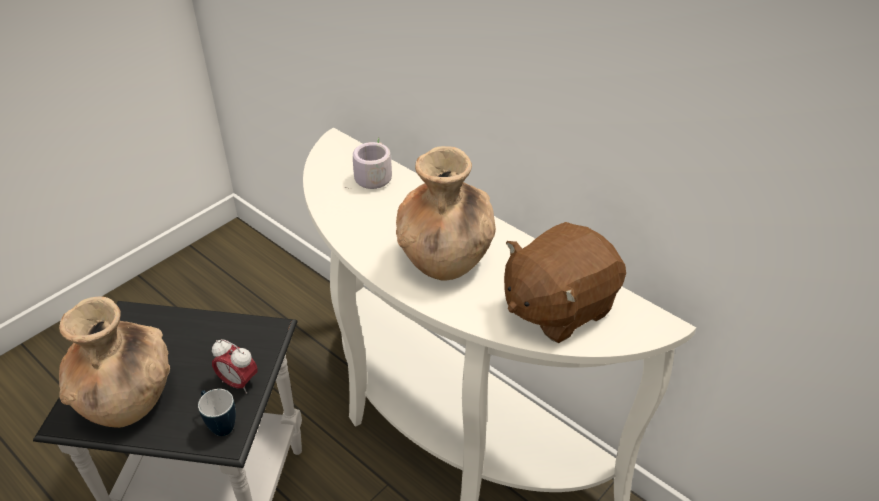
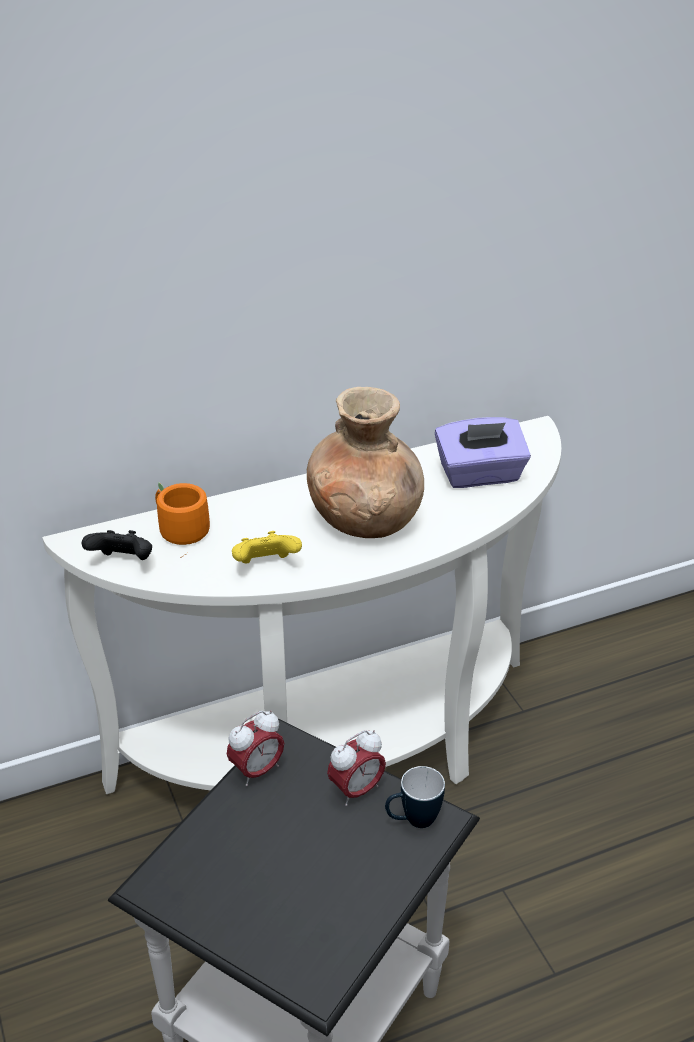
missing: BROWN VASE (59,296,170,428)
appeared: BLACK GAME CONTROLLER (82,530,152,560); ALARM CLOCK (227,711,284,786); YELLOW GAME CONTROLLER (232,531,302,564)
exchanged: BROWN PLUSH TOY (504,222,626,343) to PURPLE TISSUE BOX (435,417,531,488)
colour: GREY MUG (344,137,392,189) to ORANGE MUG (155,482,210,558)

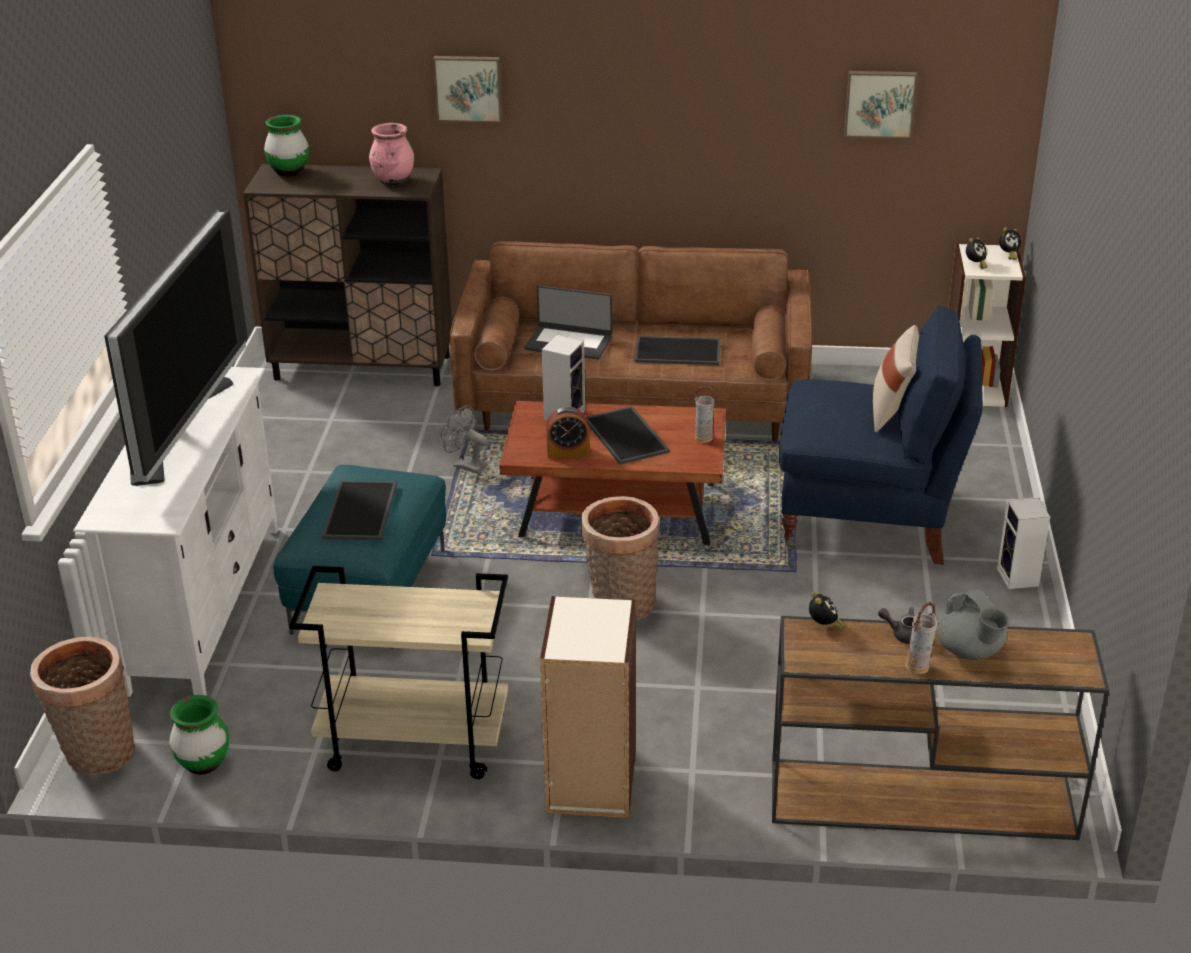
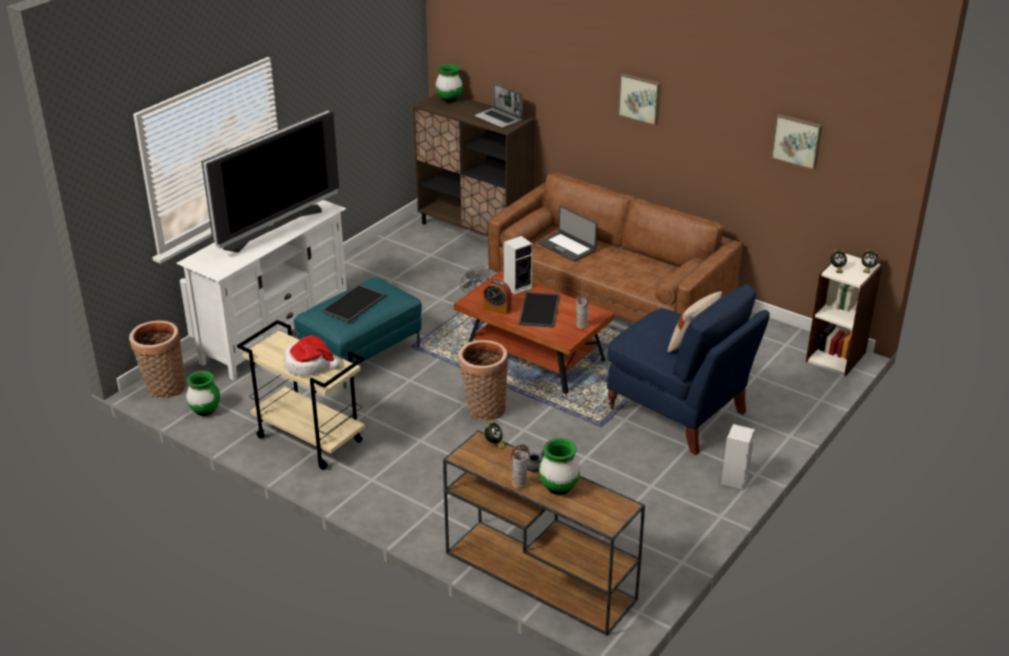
missing: BOOKCASE (540,596,636,818); TRAY (634,336,721,365)
appeared: HAT (284,335,341,376)
relocated: PICTURE (433,56,502,123) to (618,73,661,126)
exchanged: PINK VASE (369,123,414,185) to LAPTOP (474,83,523,128); GREY TEAPOT (937,590,1010,660) to GREEN VASE (539,438,580,495)

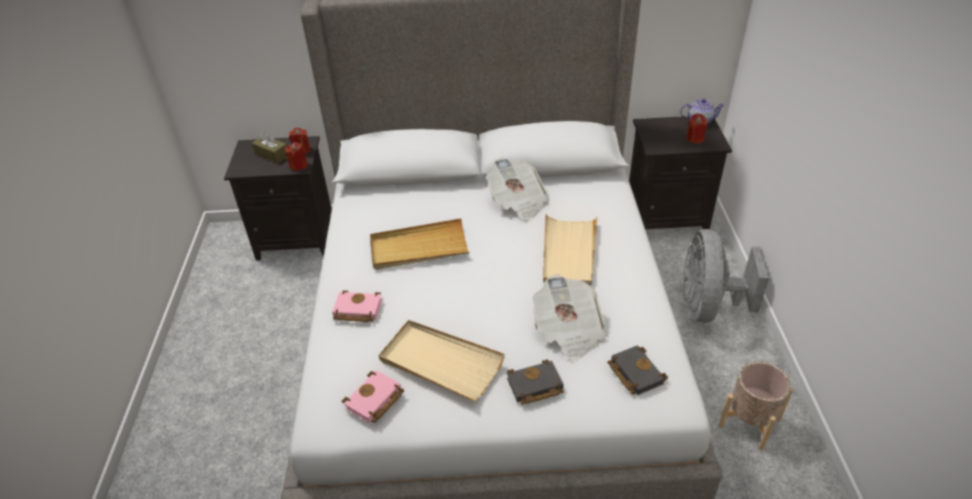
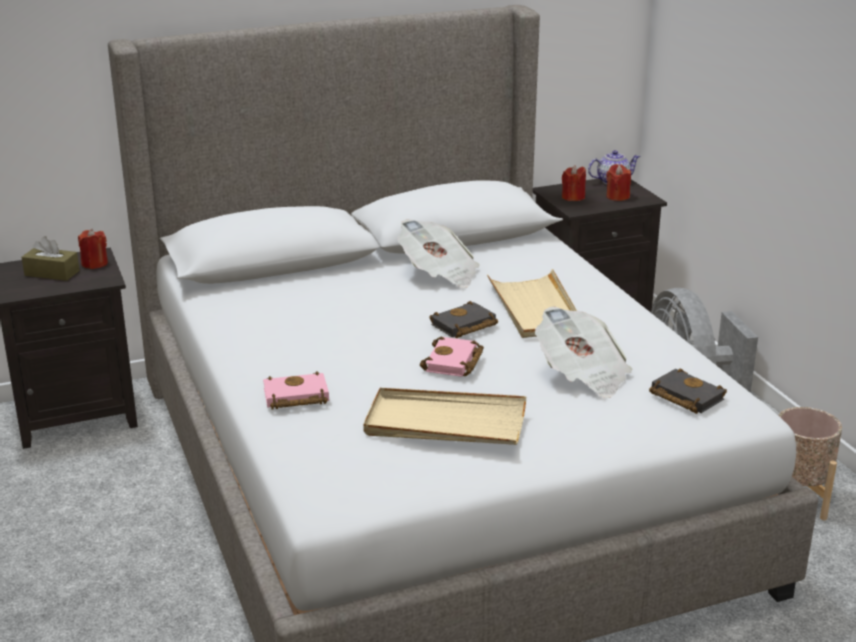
missing: BEIGE TRAY (370,218,469,270)
relocated: PINK BOOK (342,370,404,423) to (420,336,484,377); BLACK BOOK (507,359,564,405) to (429,301,498,338); RED CANDLE (285,142,308,171) to (562,165,586,201)

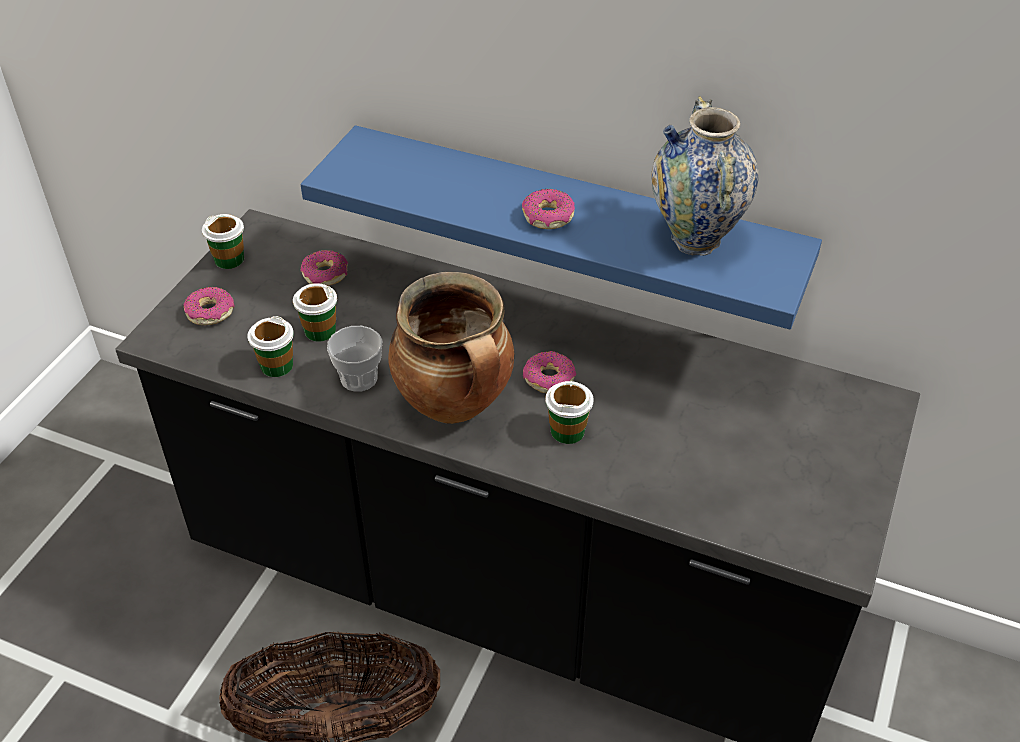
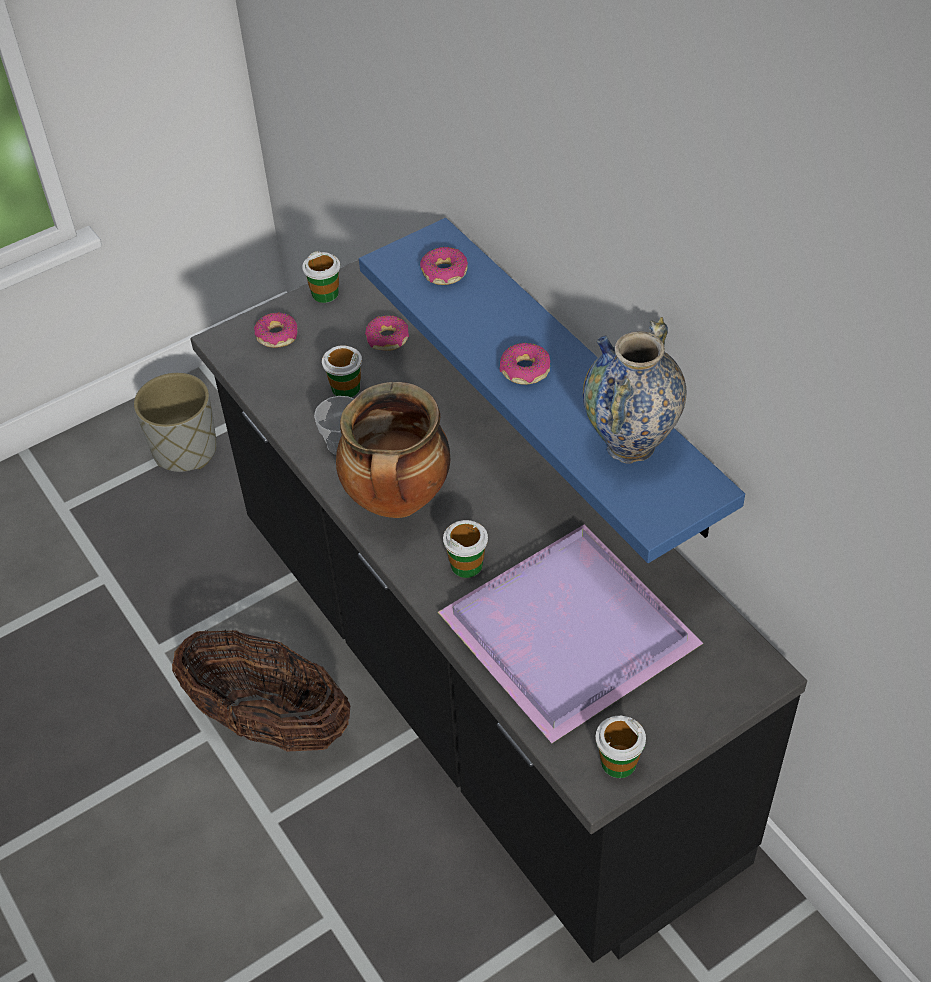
appeared: GREY PLANTER (134,373,217,472); PURPLE TRAY (438,525,704,743)
relocated: DONUT (523,351,576,393) to (420,247,468,285); CUP (247,316,294,377) to (595,716,646,778)

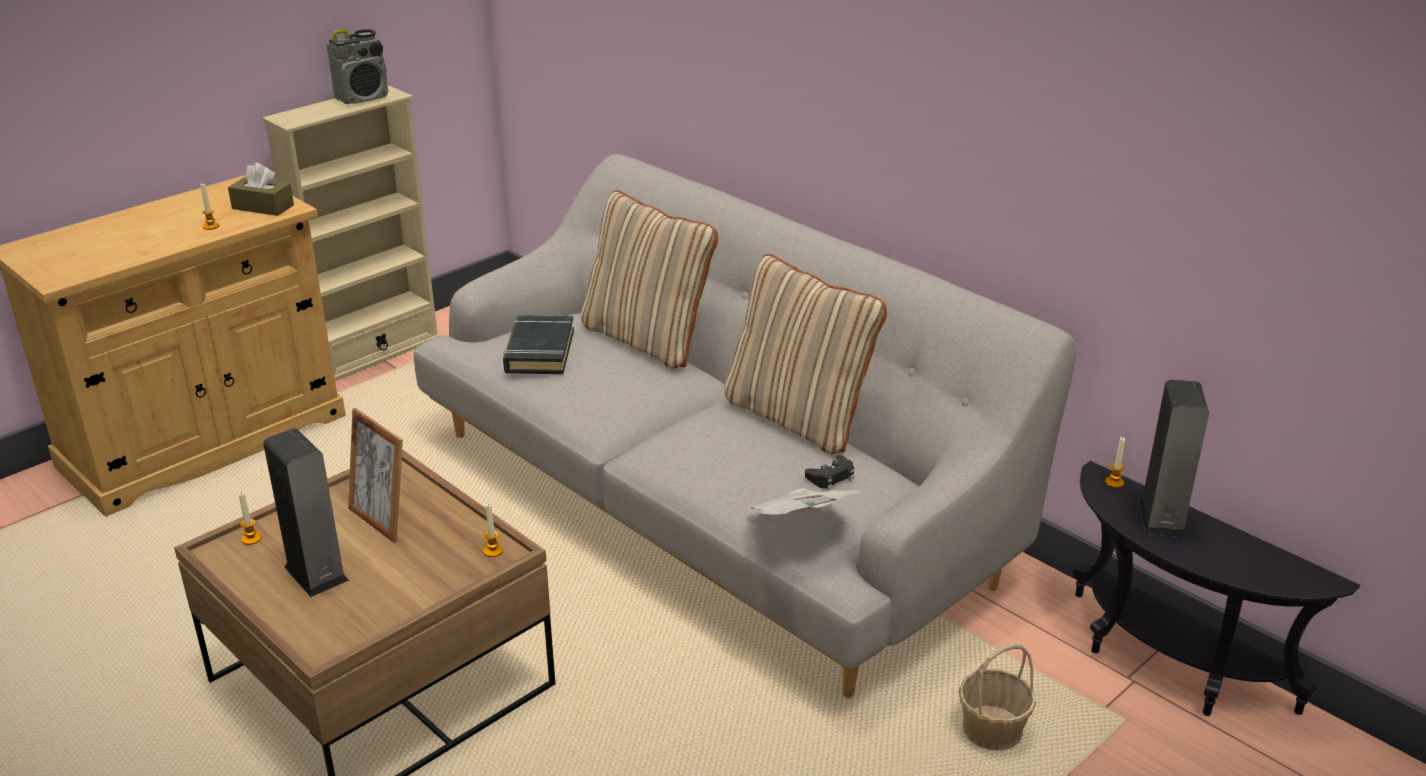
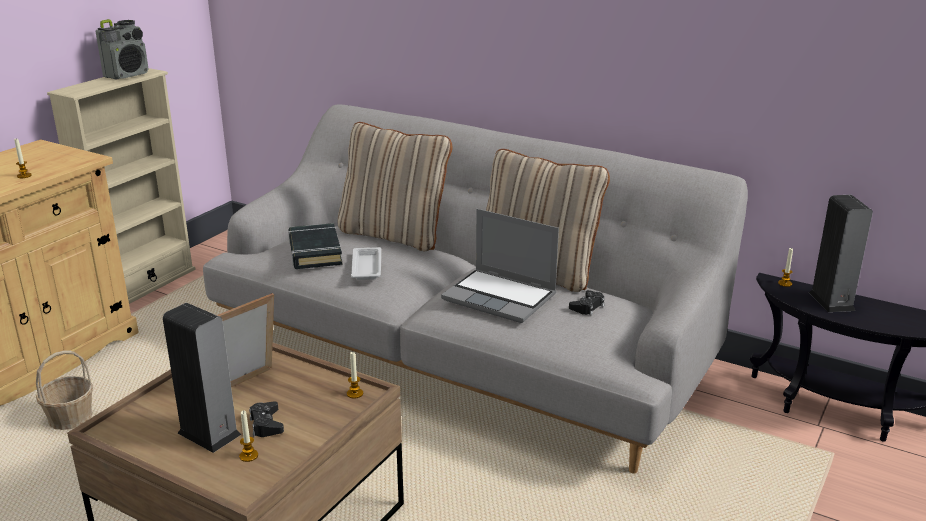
missing: BROWN TISSUE BOX (228,163,294,216); NEWSPAPER (747,488,861,515)
appeared: BLACK GAME CONTROLLER (249,401,284,437); WHITE TRAY (351,247,381,280); LAPTOP (441,209,559,323)
relocated: BASKET (959,643,1036,751) to (36,350,93,430); CANDLE (239,492,261,545) to (239,411,258,462)
spun: PICTURE FRAME (348,408,403,543) = (217,293,274,387) 105 degrees clockwise

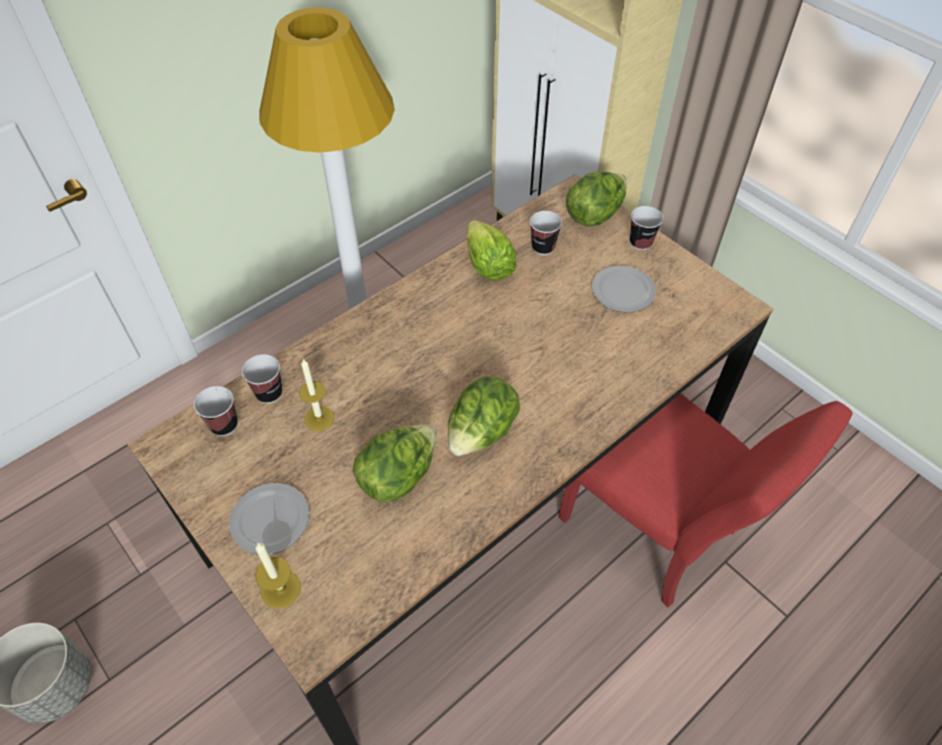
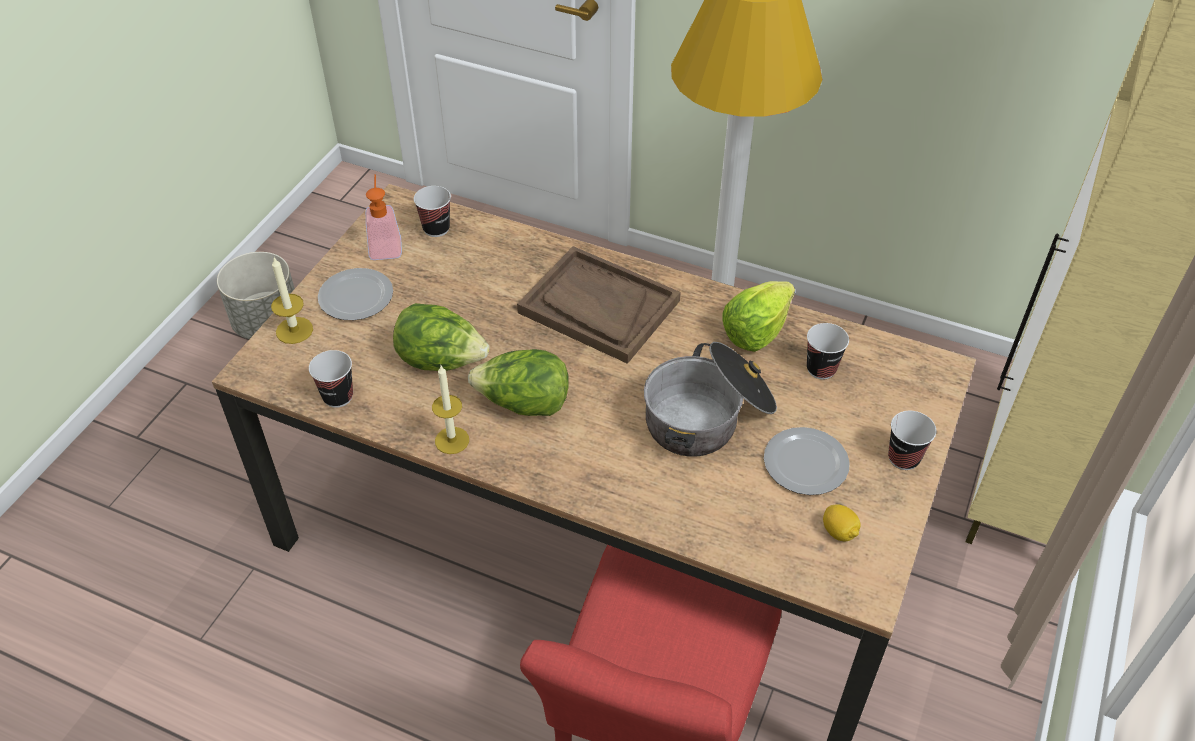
missing: LETTUCE (566,172,627,226)
appeared: SOAP DISPENSER (366,174,402,260); BROWN TRAY (517,246,681,364); COOKING POT (644,342,777,457); LEMON (823,504,861,541)
relocated: CUP (242,354,282,404) to (309,350,353,408); CANDLE (299,359,334,431) to (432,366,469,454)

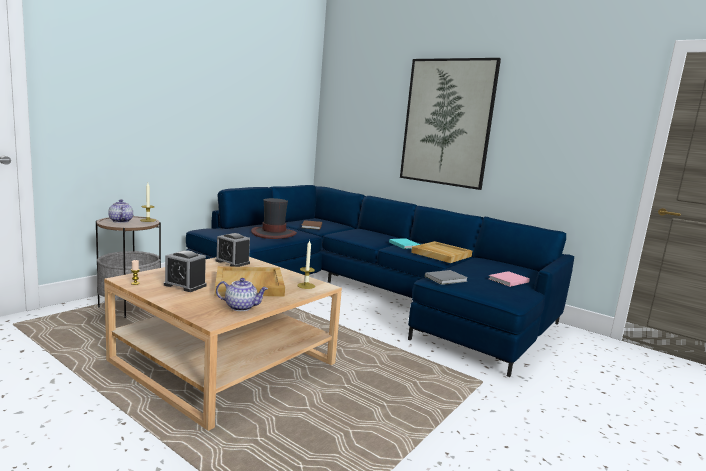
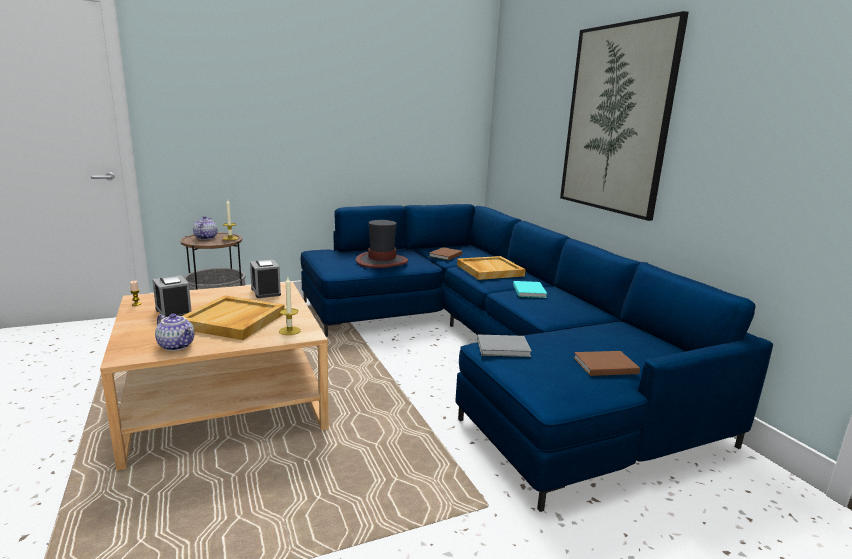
relocated: BEIGE TRAY (411,241,472,263) to (457,256,526,280)
colour: PINK BOOK (489,271,530,287) to BROWN BOOK (573,351,640,376)

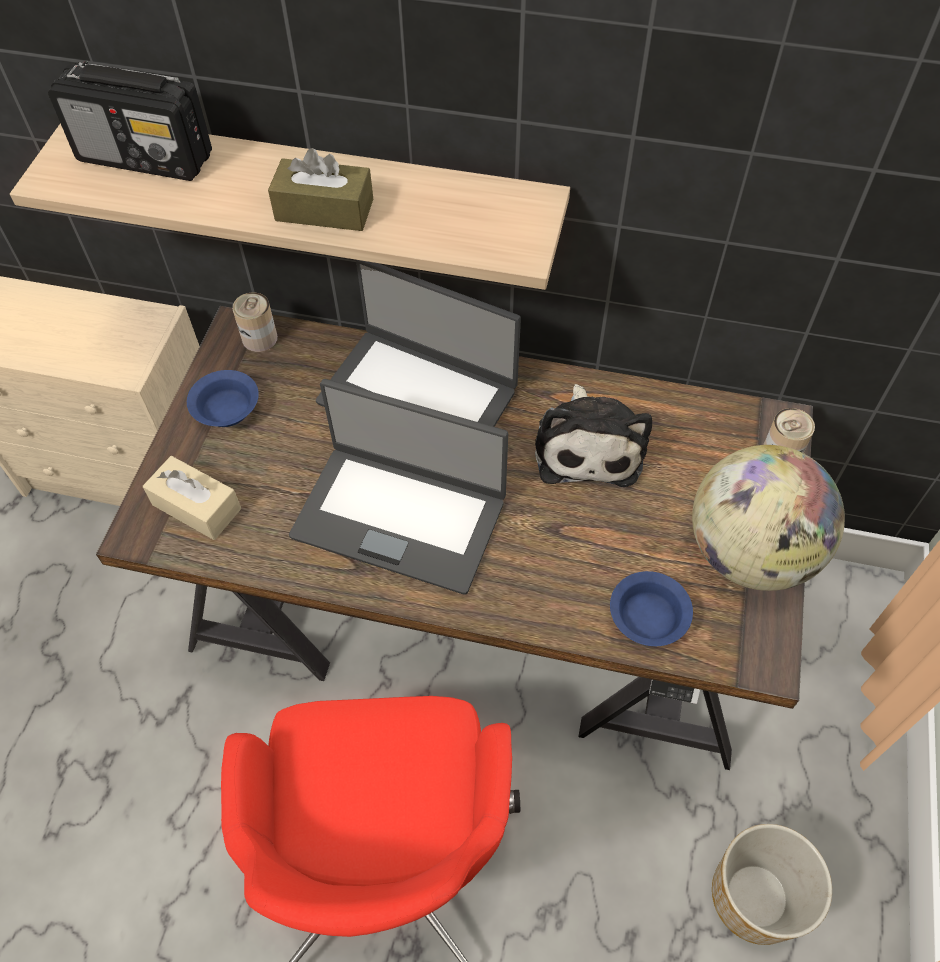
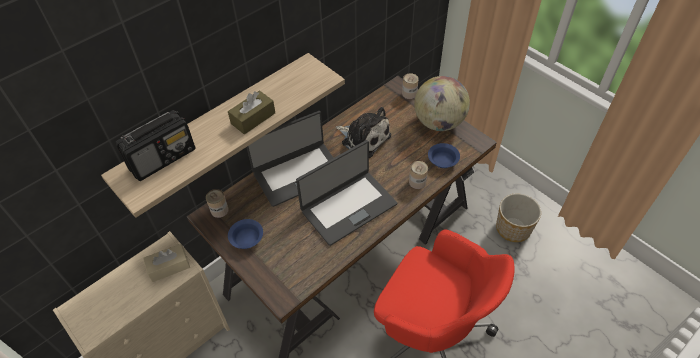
appeared: CAN (409,161,428,189)
relocated: BEIGE TISSUE BOX (143,456,241,540) to (143,244,190,282)

